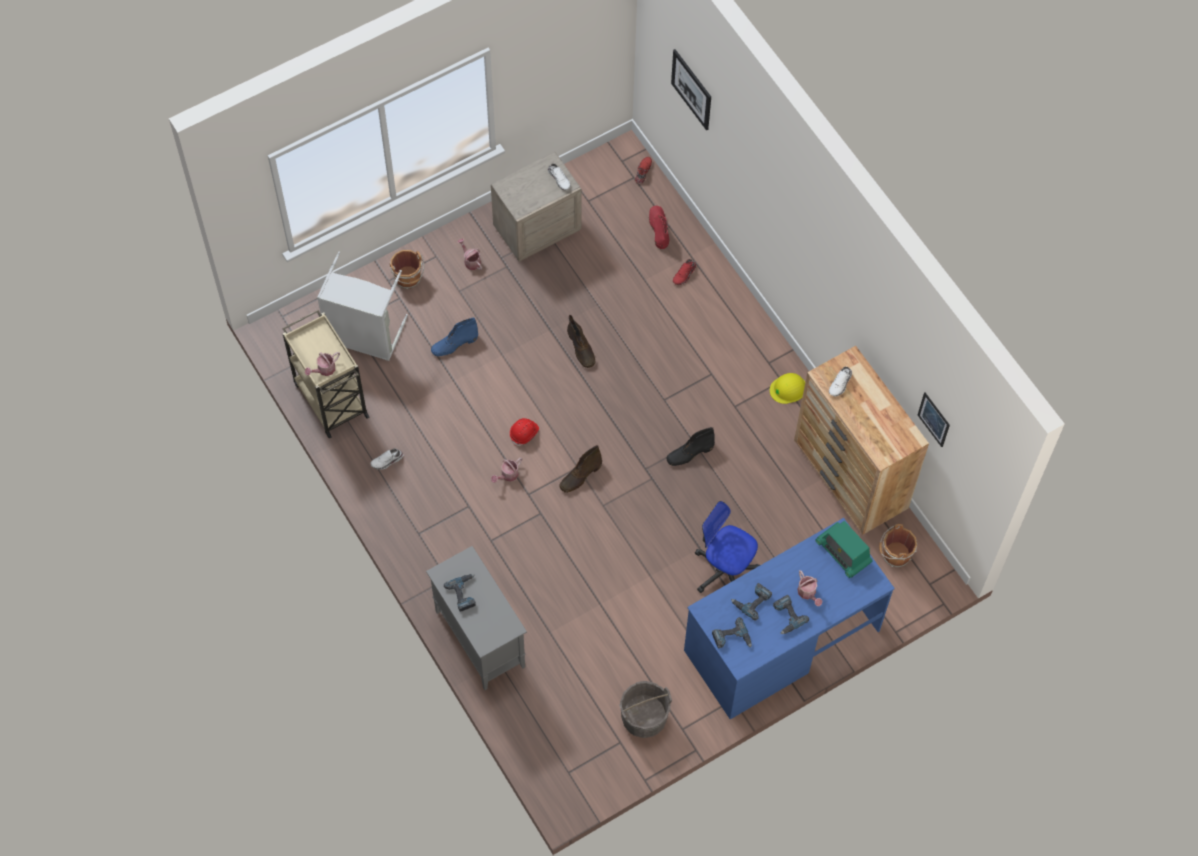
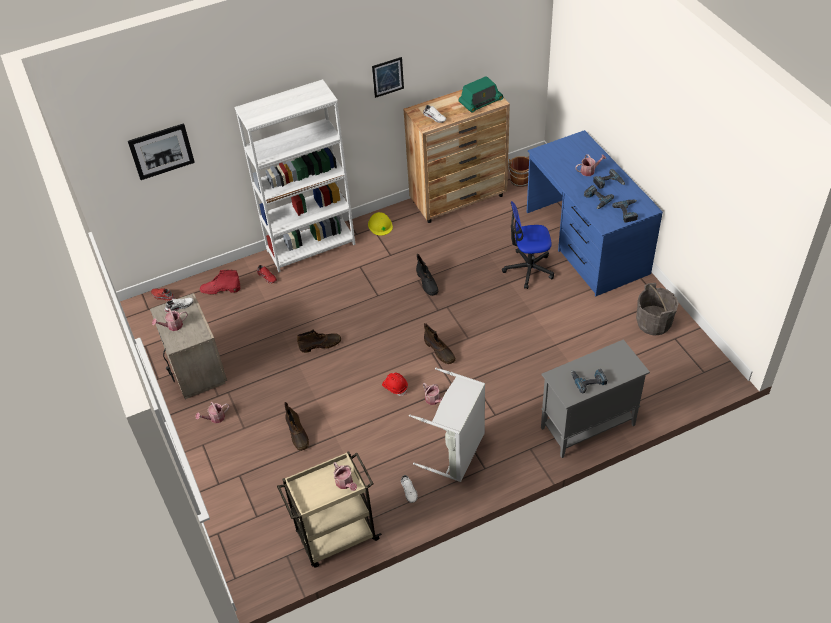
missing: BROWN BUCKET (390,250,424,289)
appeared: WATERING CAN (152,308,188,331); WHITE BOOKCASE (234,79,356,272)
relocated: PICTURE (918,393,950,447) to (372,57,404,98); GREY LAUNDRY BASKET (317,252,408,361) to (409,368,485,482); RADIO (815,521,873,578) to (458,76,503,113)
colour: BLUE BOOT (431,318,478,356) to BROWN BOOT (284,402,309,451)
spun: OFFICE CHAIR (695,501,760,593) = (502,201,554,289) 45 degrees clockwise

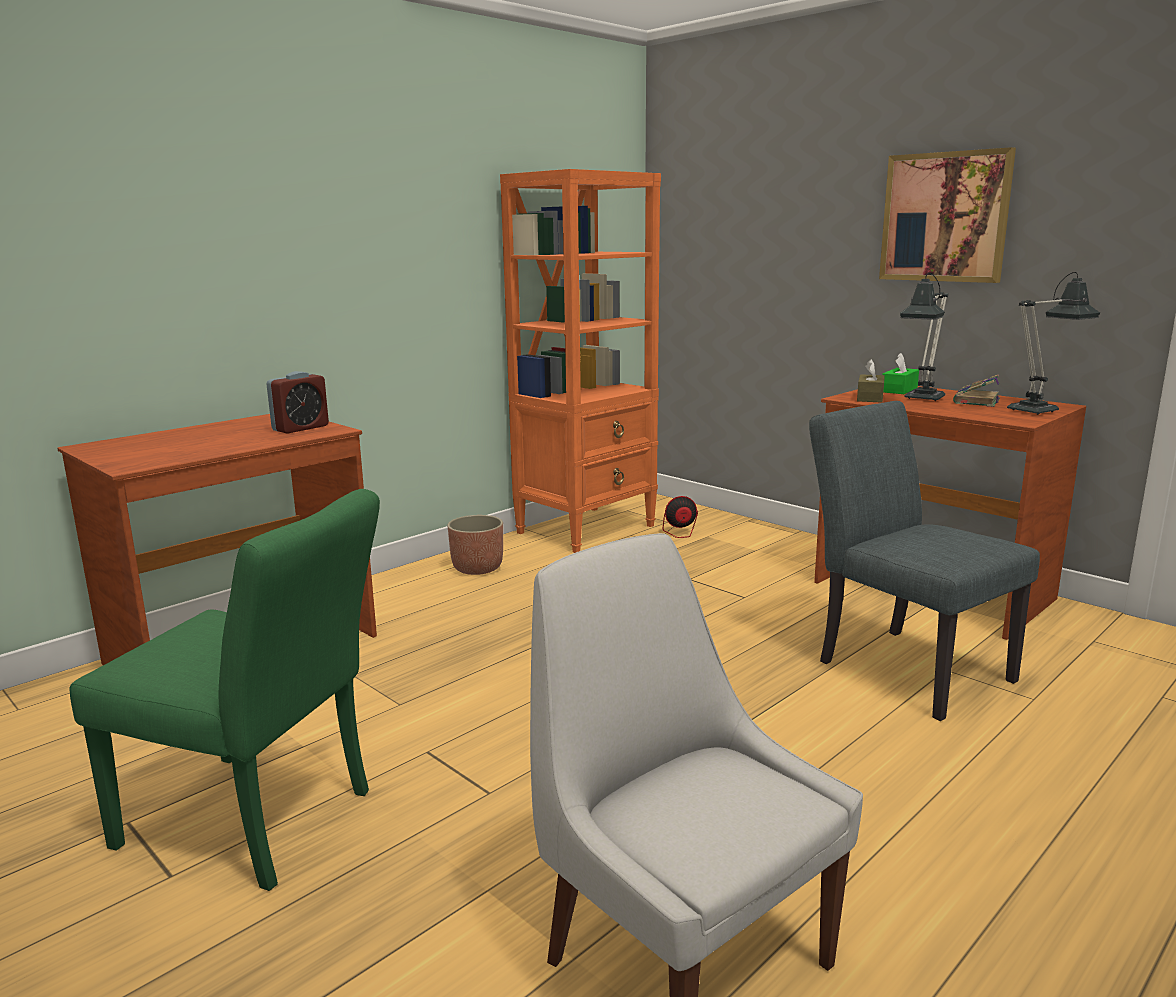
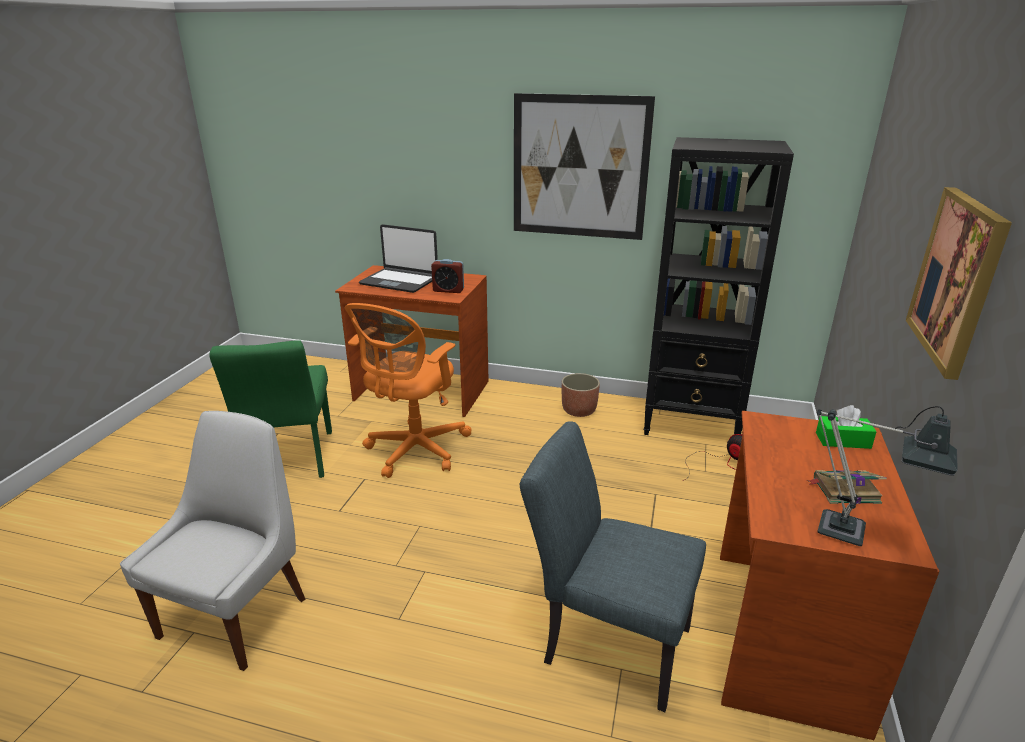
missing: BROWN TISSUE BOX (857,359,885,403); TABLE LAMP (900,273,948,401)
appeared: ORANGE OFFICE CHAIR (345,303,472,478); LAPTOP (359,224,438,293); PICTURE (514,93,655,240)
colour: ORANGE BOOKCASE (500,169,661,553) to BLACK BOOKCASE (644,137,794,435)
spun: GREY CHAIR (809,401,1040,721) = (520,421,706,712) 90 degrees counterclockwise

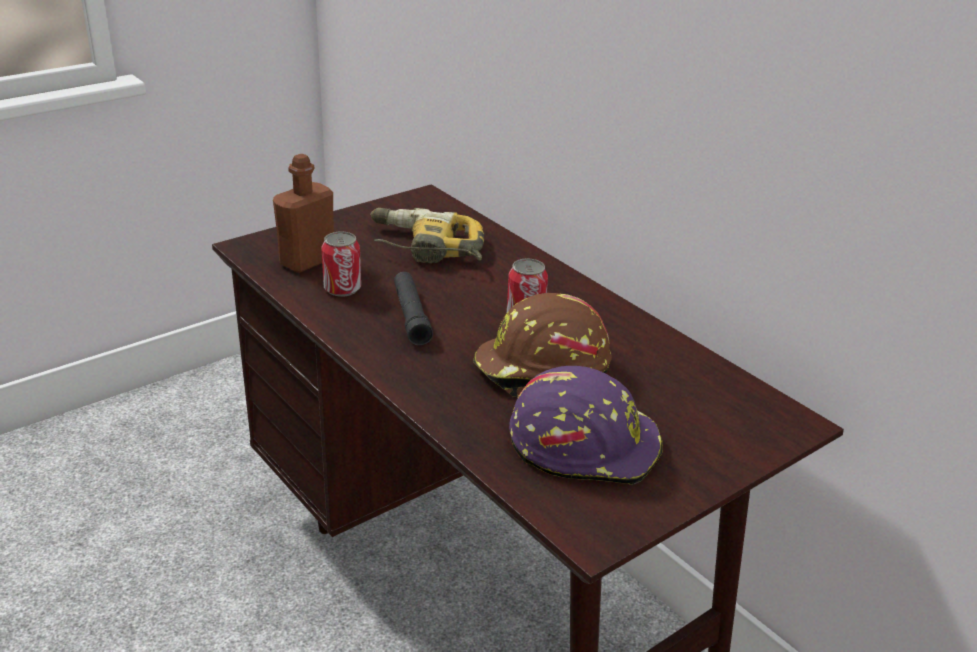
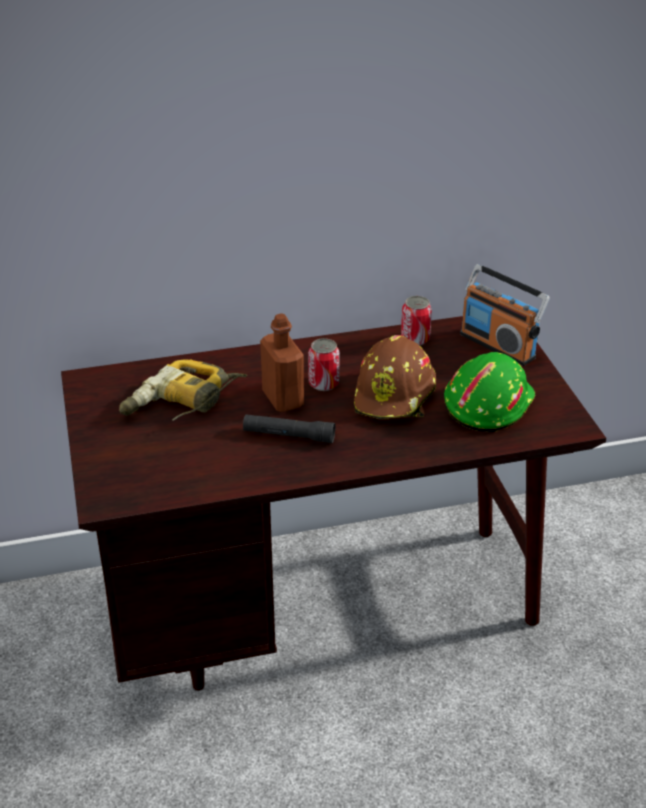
appeared: RADIO (460,264,550,366)
relocated: BROWN BOTTLE (273,154,334,273) to (260,313,304,412); CAN (321,231,361,297) to (401,296,432,345)
colour: PURPLE HARD HAT (509,366,663,485) to GREEN HARD HAT (444,352,535,432)

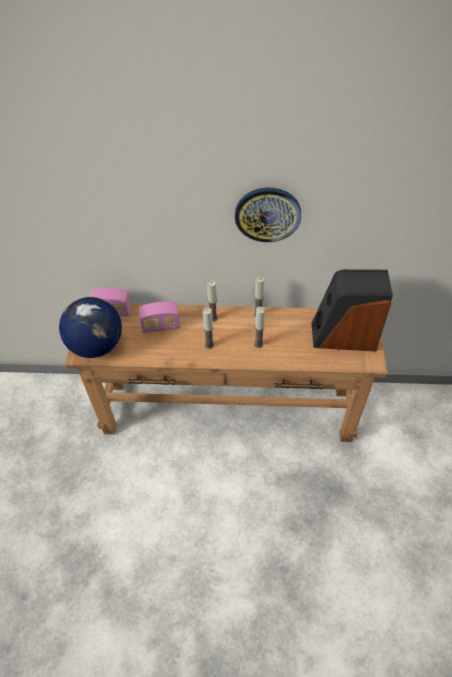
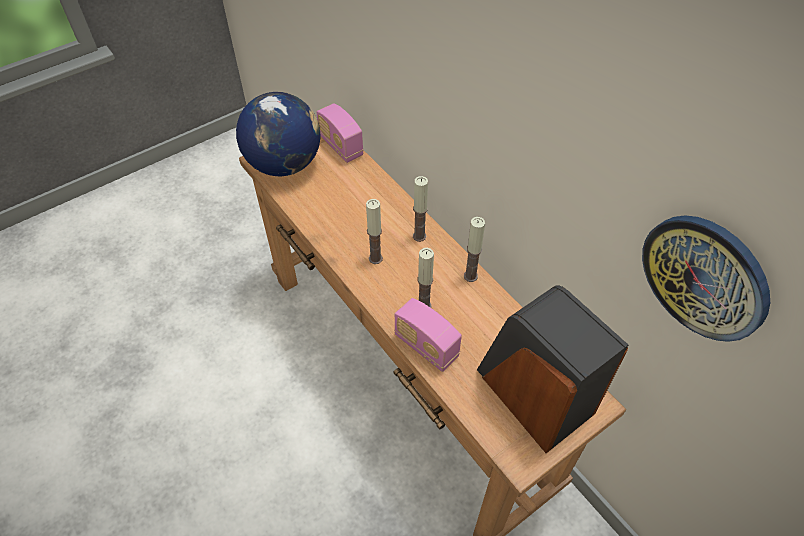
relocated: RADIO (139,301,180,333) to (394,298,462,372); WALL CLOCK (235,188,301,242) to (642,215,770,342)

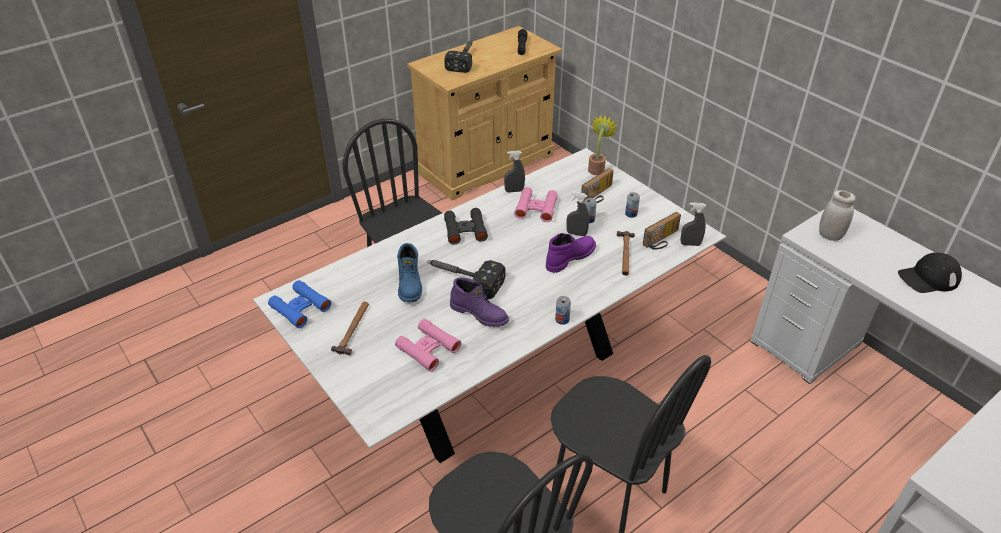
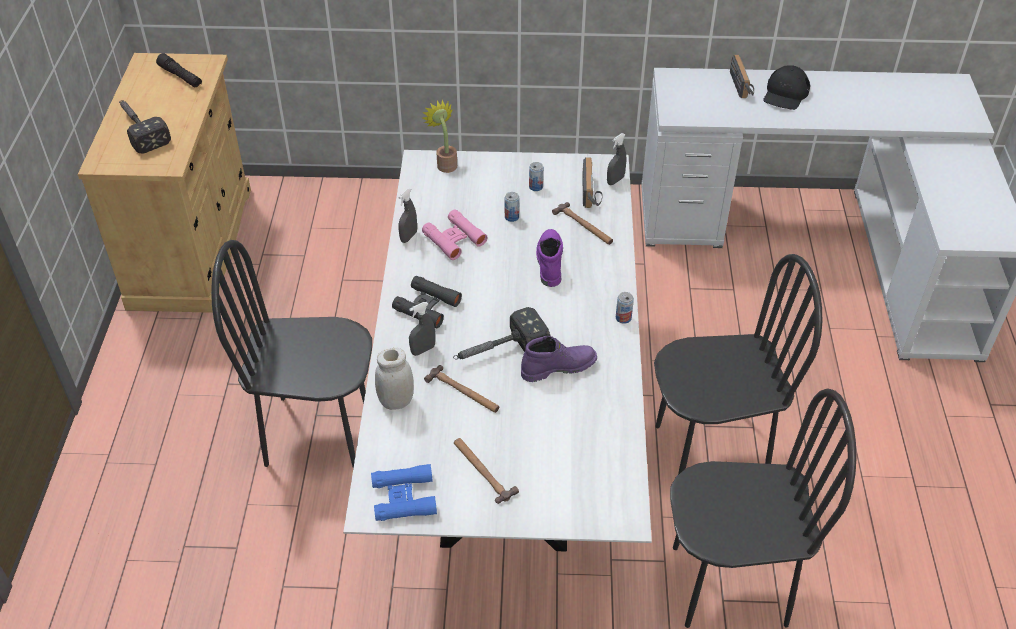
missing: PINK BINOCULARS (395,319,461,372)
relocated: WHITE JAR (819,190,856,241) to (375,348,414,410); GREY SPRAY BOTTLE (566,192,589,236) to (409,302,435,356); RADIO (581,168,614,203) to (730,55,754,98)
exchanged: BLUE BOOT (397,243,422,303) to HAMMER (424,365,499,413)

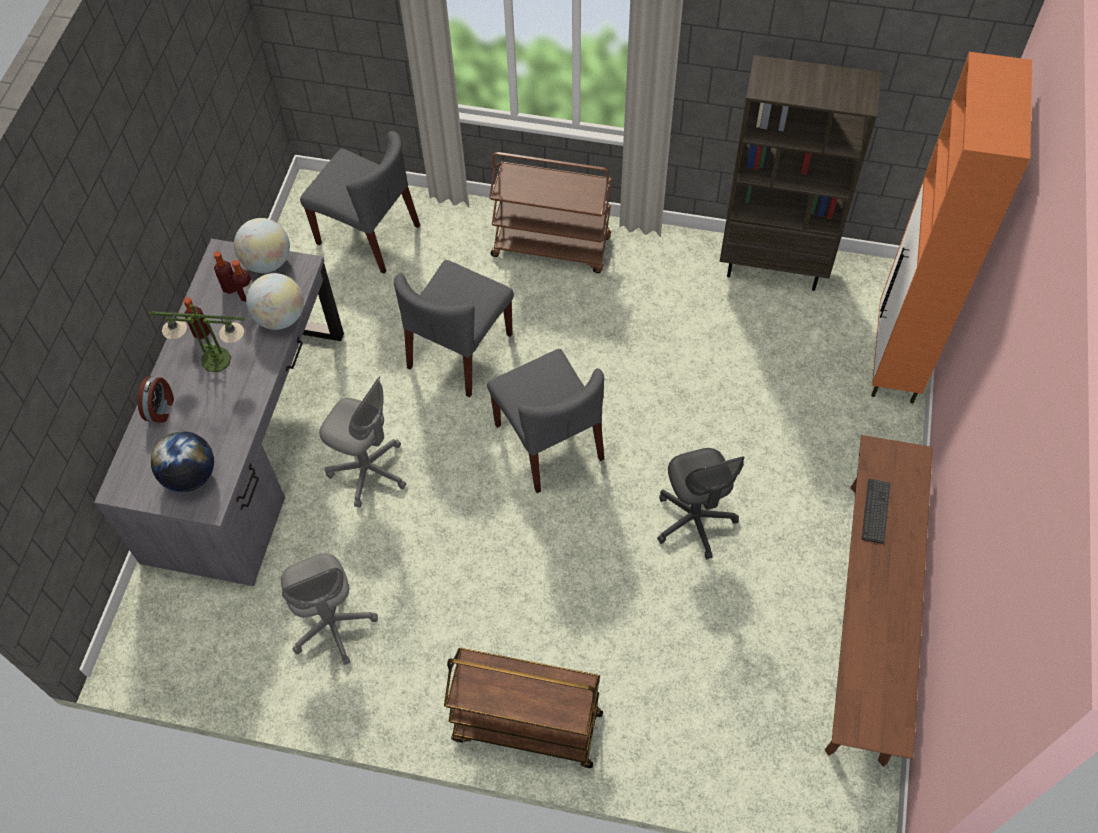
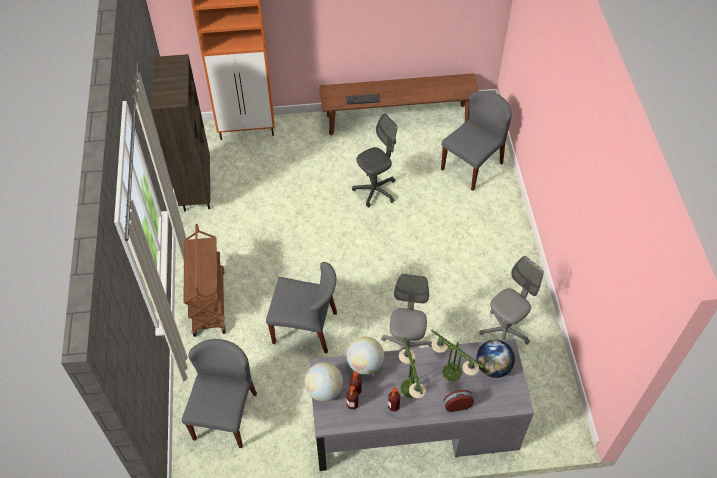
missing: BROWN CART (444,648,603,768)
appeared: TABLE LAMP (431,330,483,381)
relocated: GREY CHAIR (487,349,604,493) to (441,91,512,191)

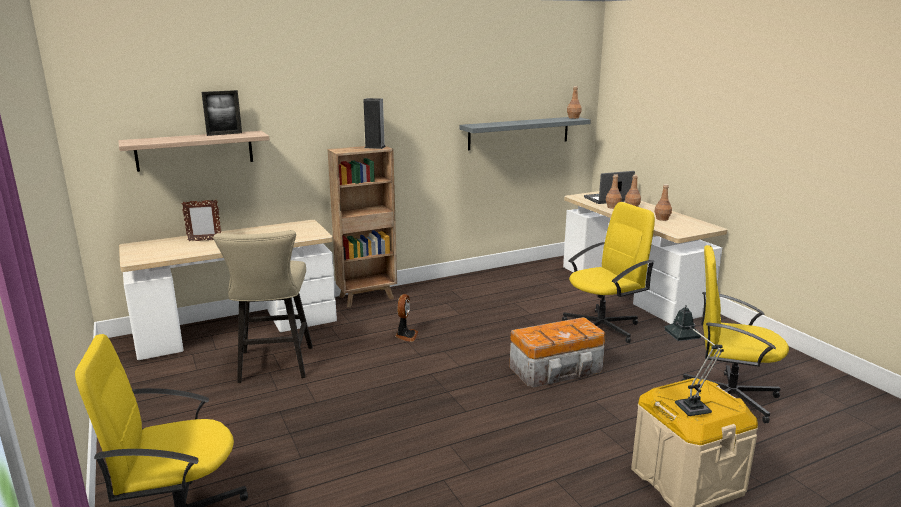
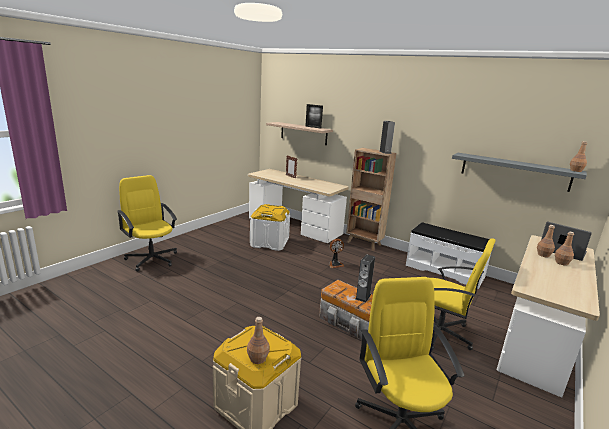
missing: TABLE LAMP (664,306,724,416)
appeared: SPEAKER (355,254,375,303); WHITE BENCH (406,222,491,289)
relocated: BROWN BOTTLE (655,184,672,221) to (247,317,270,364)
exchanged: BEIGE STOOL (213,230,313,383) to WHITE STORAGE BOX (250,204,290,251)

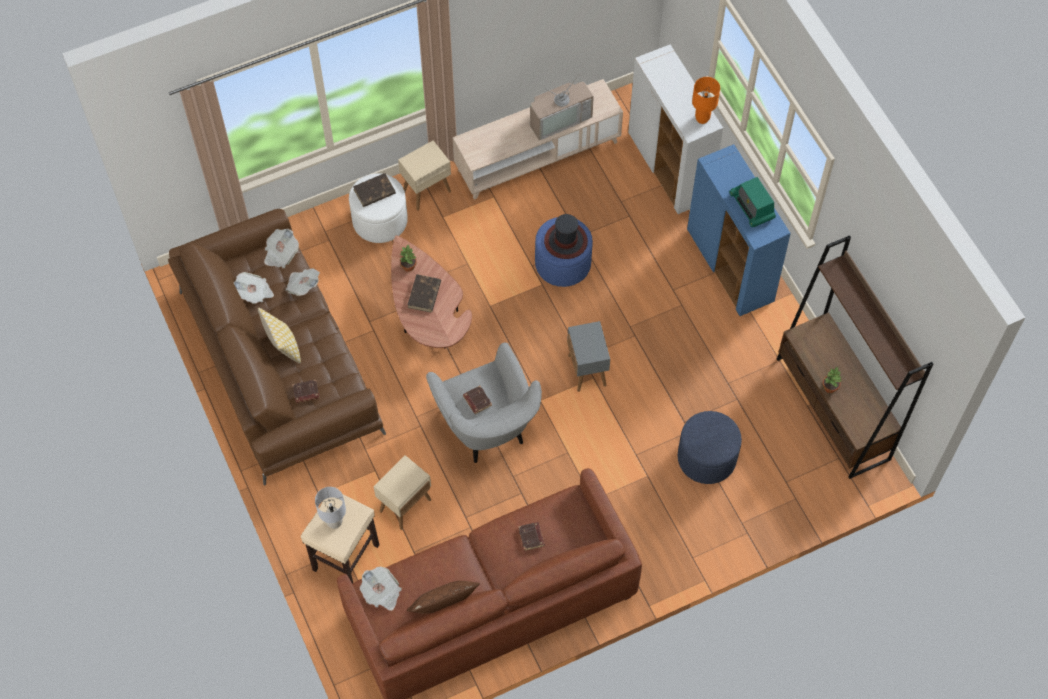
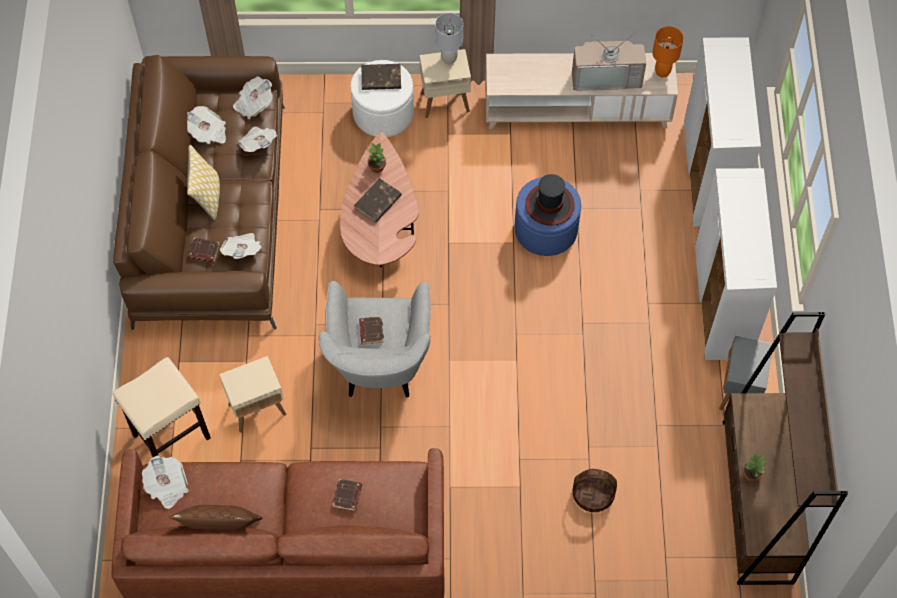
missing: RADIO (729,177,776,227)
appeared: NEWSPAPER (220,233,262,259)
relocated: GREY TABLE LAMP (315,487,346,529) to (435,13,463,64); ORANGE TABLE LAMP (692,77,720,124) to (652,26,684,77); GREY SIDE TABLE (567,321,610,392) to (719,336,773,410)
exchanged: BLUE OTTOMAN (678,411,742,484) to BASKET (573,469,617,512)
colour: BLUE CABINET (687,144,791,316) to WHITE CABINET (695,168,777,360)

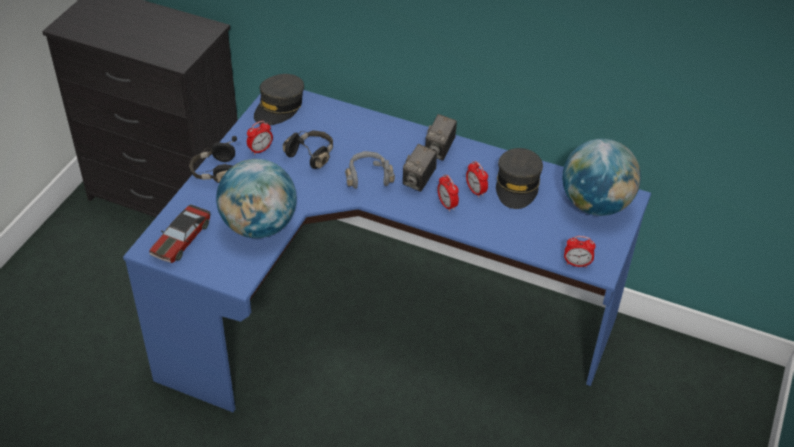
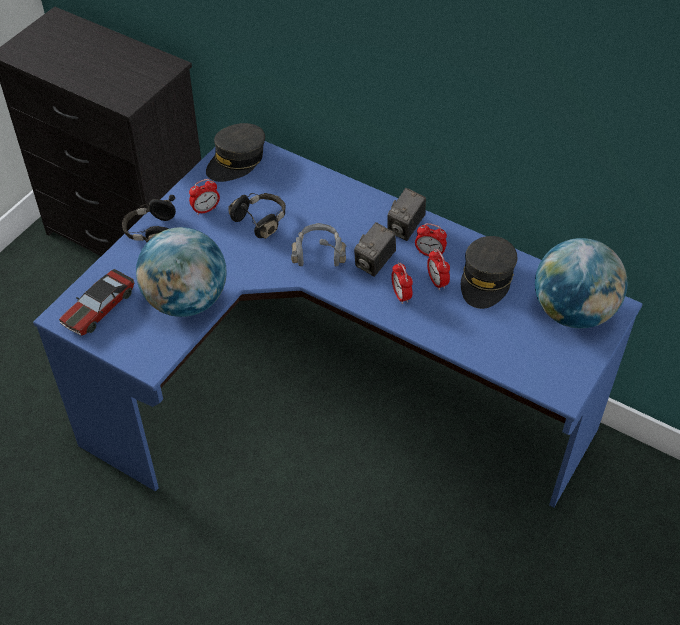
relocated: ALARM CLOCK (564,236,596,268) to (415,223,447,256)

